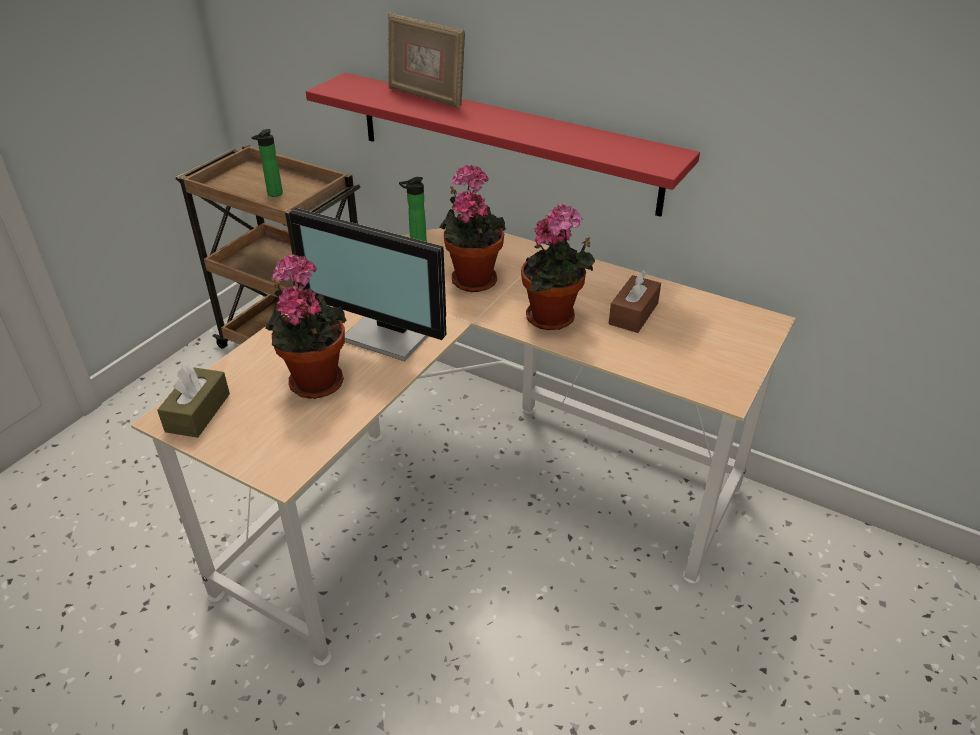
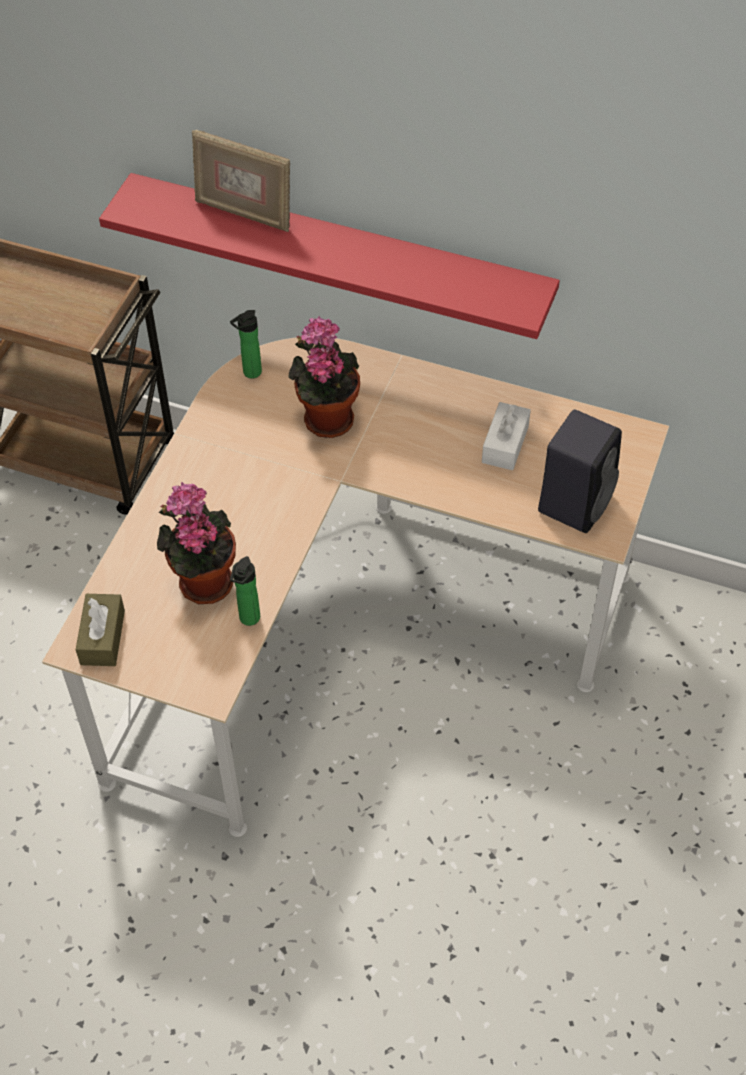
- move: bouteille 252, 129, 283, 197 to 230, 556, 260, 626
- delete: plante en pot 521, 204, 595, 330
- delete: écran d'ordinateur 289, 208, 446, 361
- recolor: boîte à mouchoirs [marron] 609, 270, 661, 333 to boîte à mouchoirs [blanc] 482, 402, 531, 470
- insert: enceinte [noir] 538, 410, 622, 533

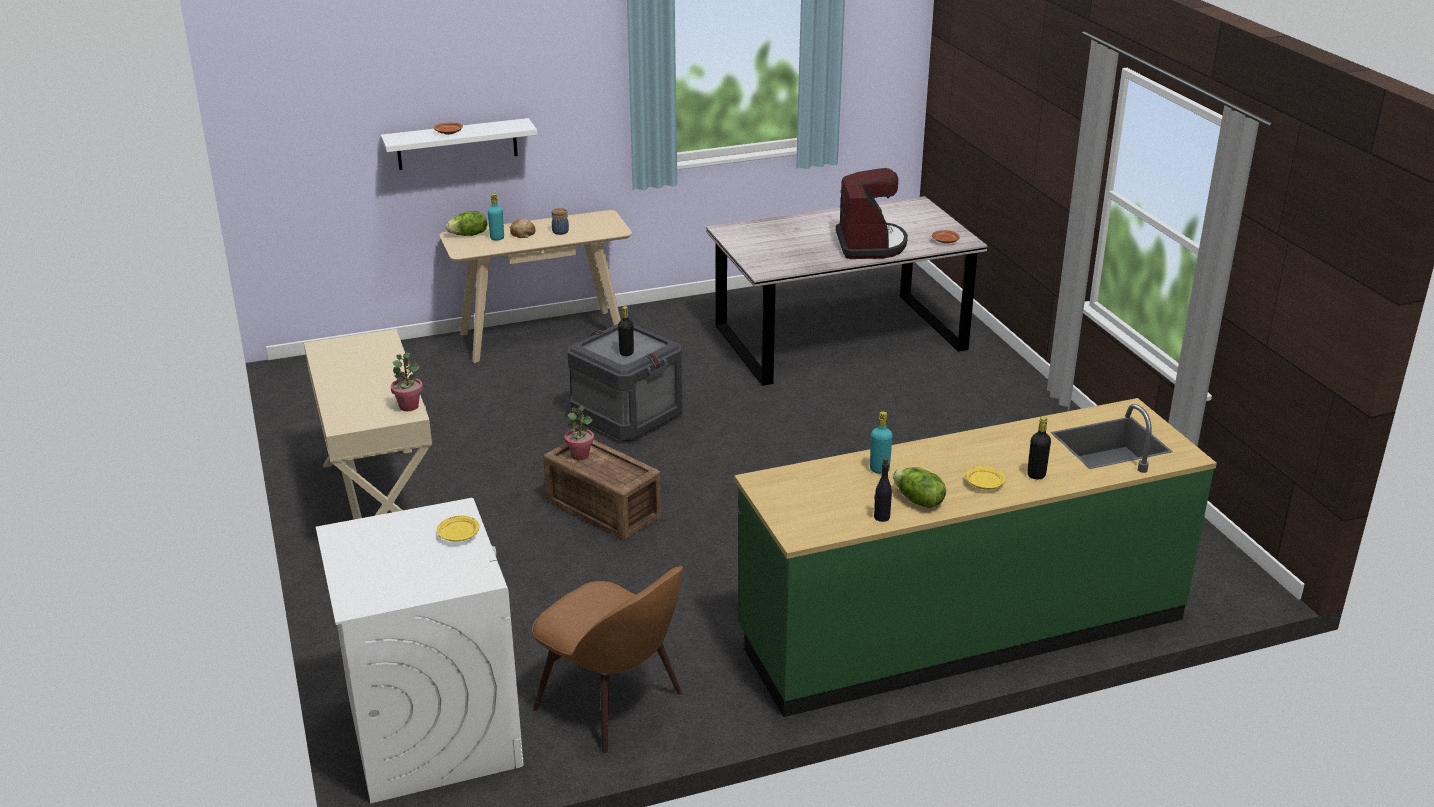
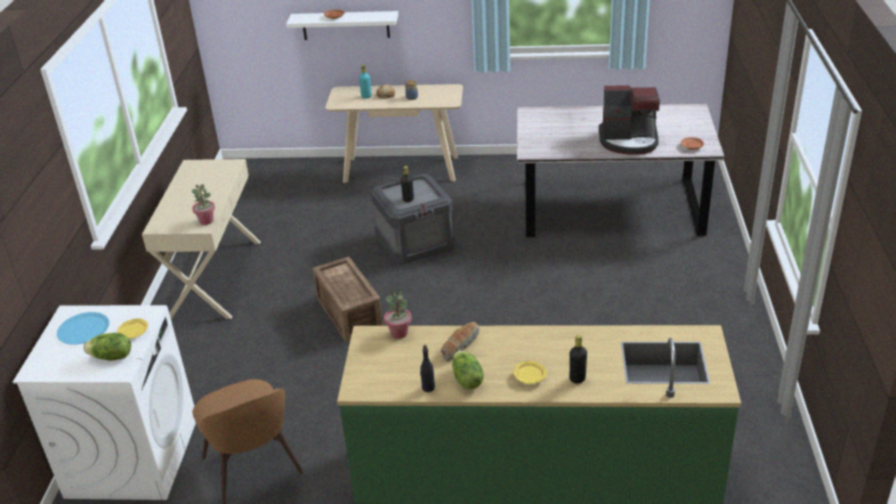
- rotate: machine à café 836, 168, 908, 259 = 599, 85, 660, 155 75 degrees clockwise
- move: laitue 446, 211, 487, 236 to 83, 333, 131, 361
- move: plante en pot 565, 406, 594, 460 to 384, 291, 412, 339
- replace: bouteille [turquoise] 870, 411, 893, 474 to pain 441, 322, 480, 362
- insert: assiette [bleu] 57, 312, 109, 345

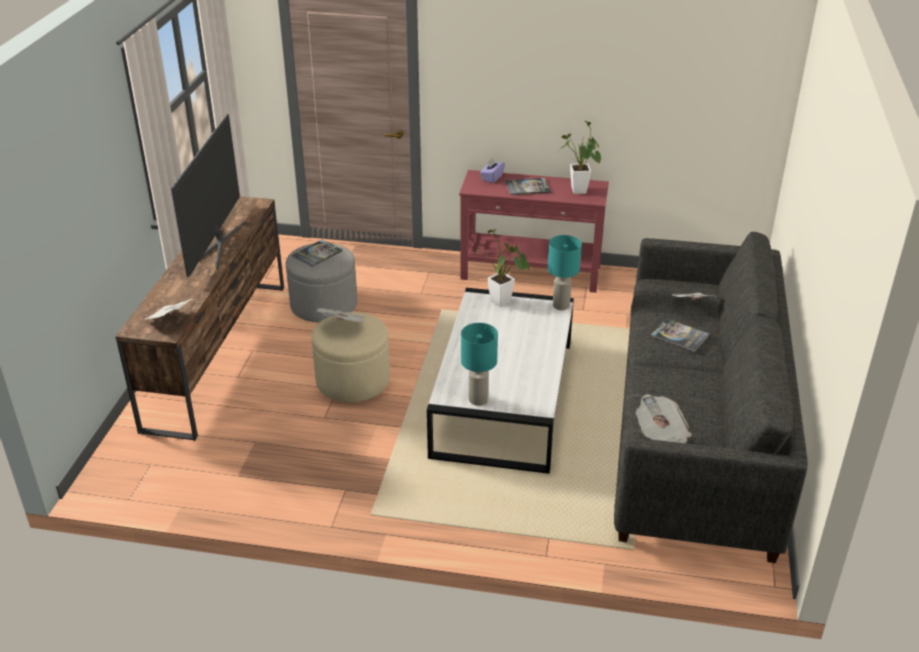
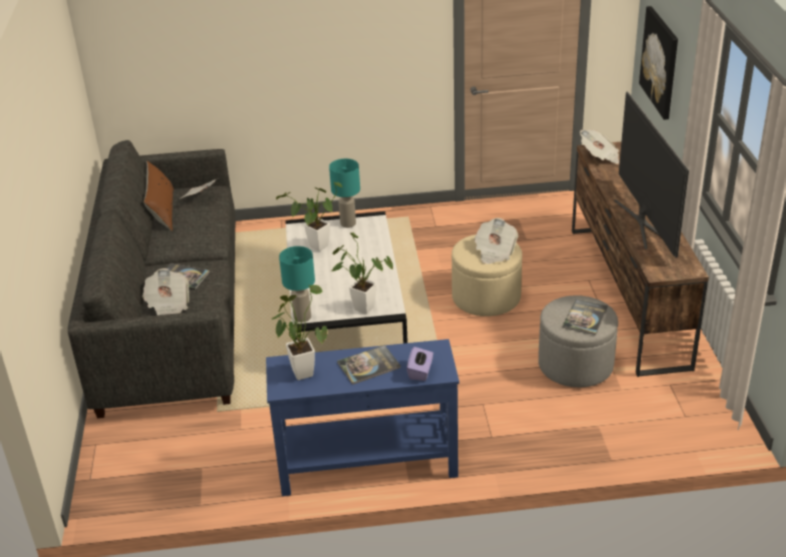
- recolor: table console [rouge] 459, 170, 609, 293 to table console [bleu] 266, 339, 459, 496
- insert: tableau 639, 6, 678, 120
- insert: coussin [marron] 144, 161, 174, 231
- insert: plante en pot 276, 182, 343, 251

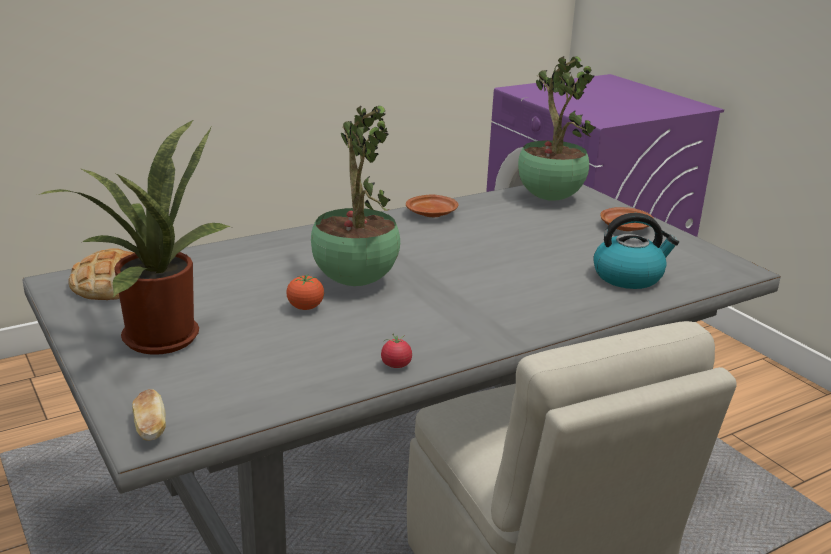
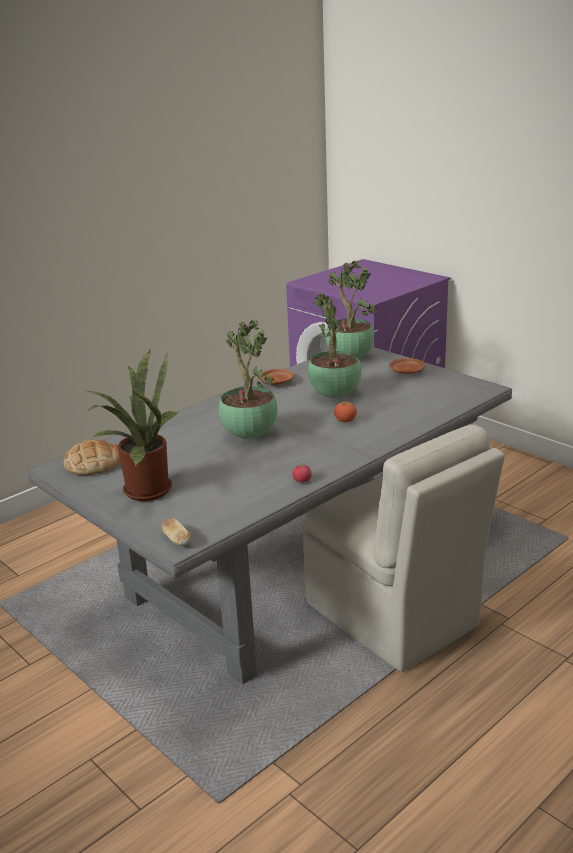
- delete: bouilloire 593, 213, 679, 289
- move: tomate 286, 274, 324, 310 to 334, 402, 357, 422
- insert: plante en pot 308, 292, 361, 398

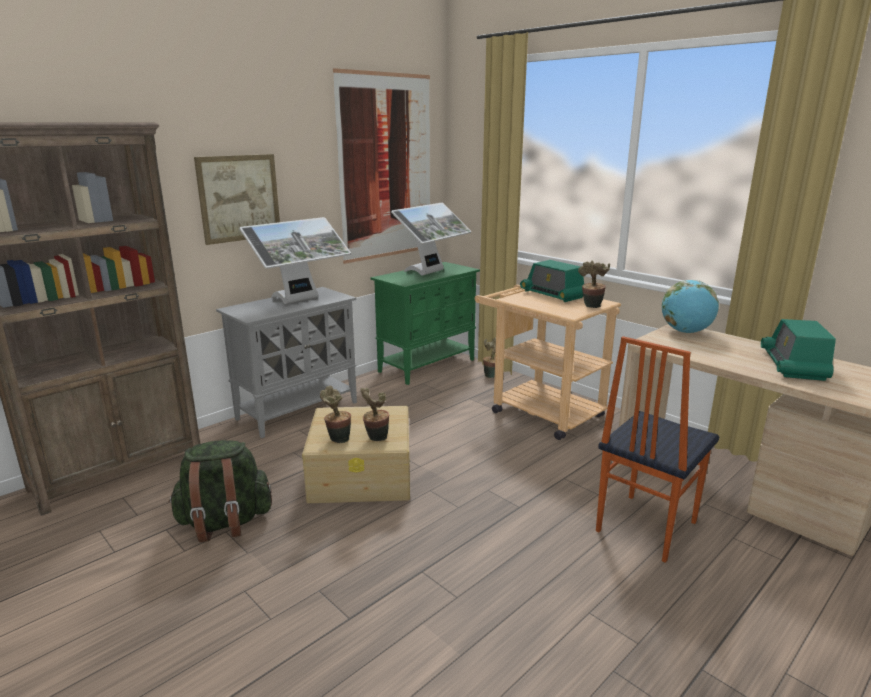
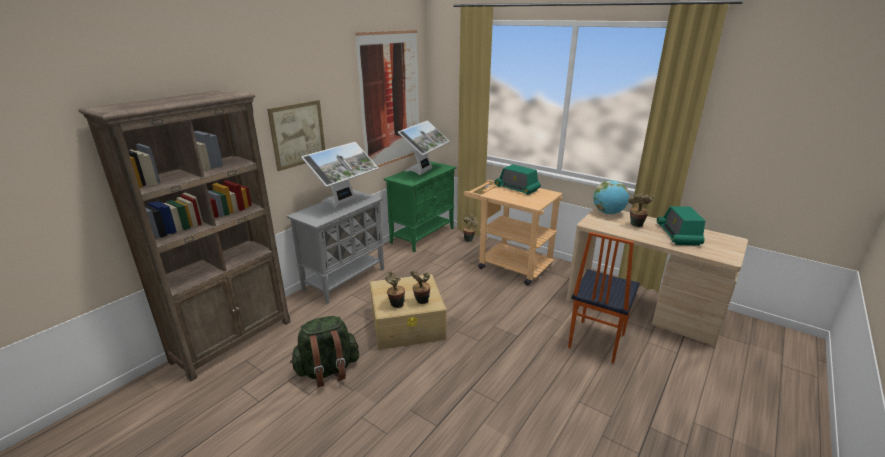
- move: plante en pot 578, 260, 610, 308 to 628, 194, 654, 227

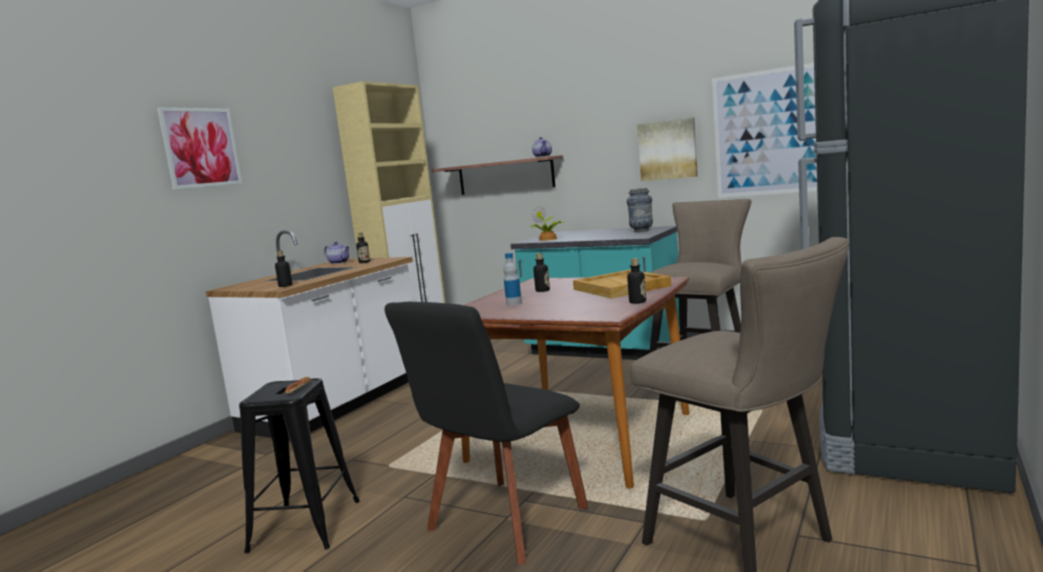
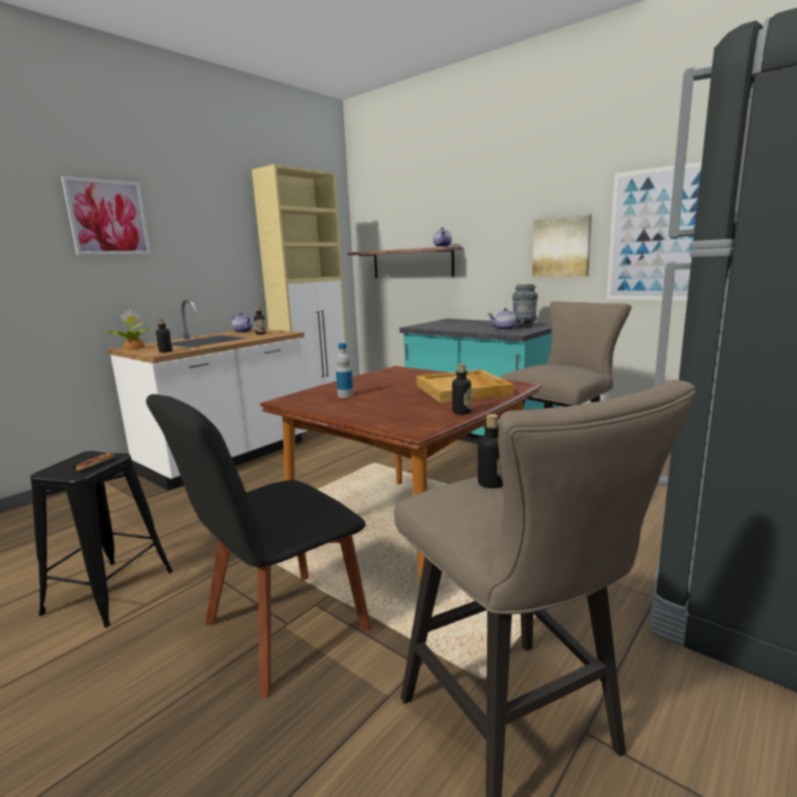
- move: plante en pot 530, 205, 565, 241 to 106, 309, 153, 350
- move: bouteille 533, 253, 550, 292 to 478, 414, 503, 488
- insert: théière 488, 308, 524, 330

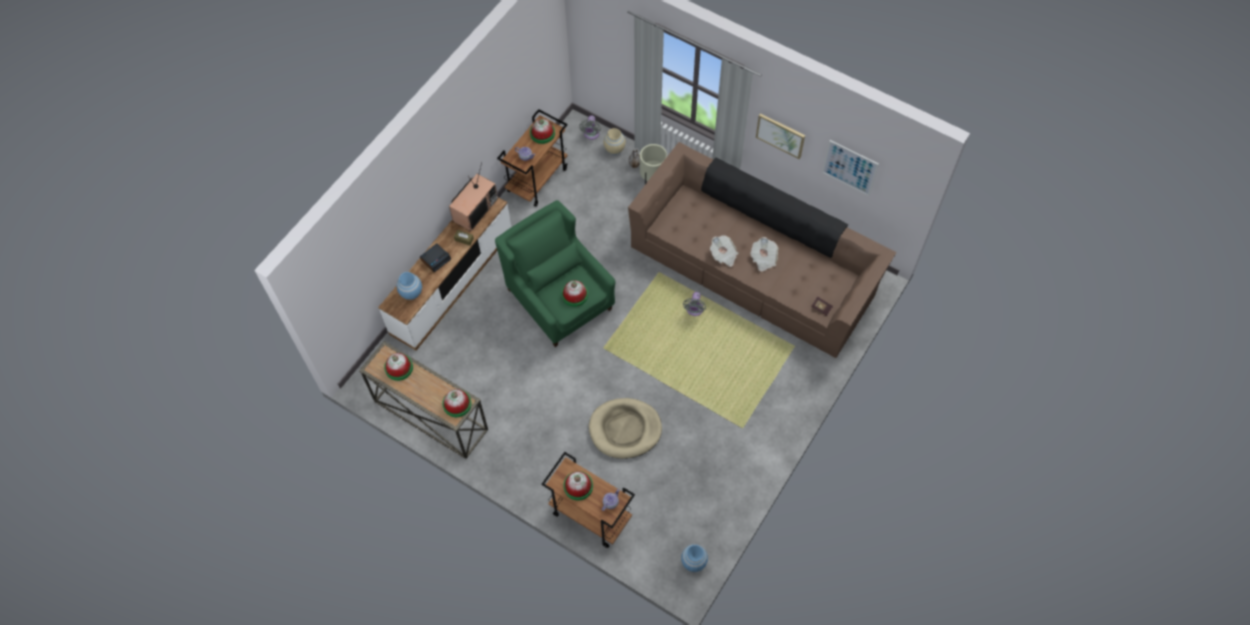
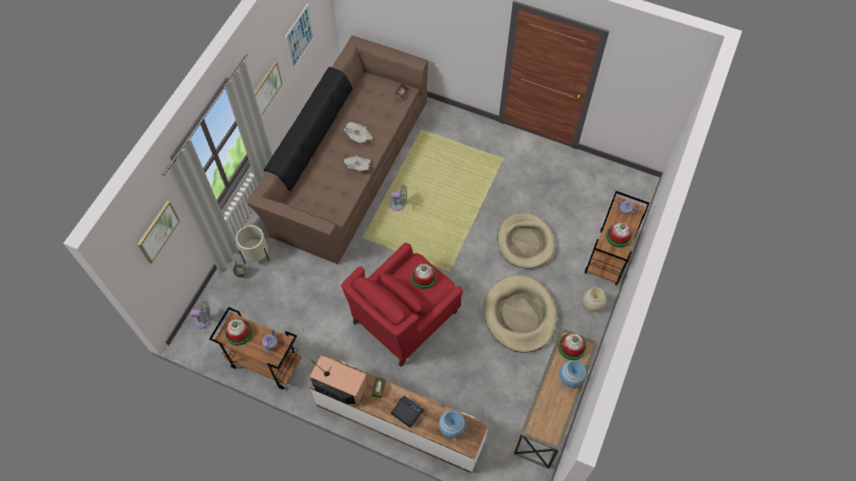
- move: vase [beige] 603, 128, 626, 155 to 583, 287, 606, 312
- recolor: fauteuil [vert] 495, 200, 616, 347 to fauteuil [rouge] 341, 243, 463, 367
- delete: chapeau 384, 353, 413, 381
- move: vase [bleu] 681, 544, 708, 572 to 559, 360, 587, 388
- insert: tableau 137, 200, 180, 264
- insert: panier pour chien [beige] 483, 275, 557, 353

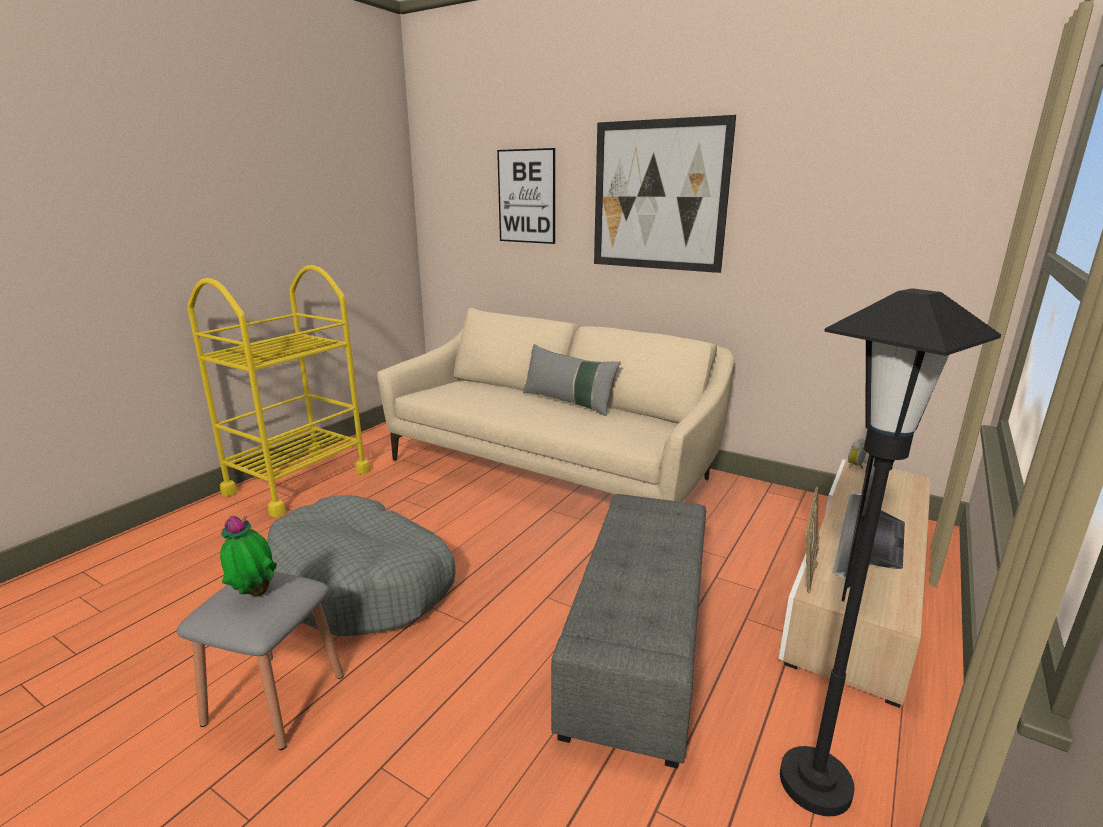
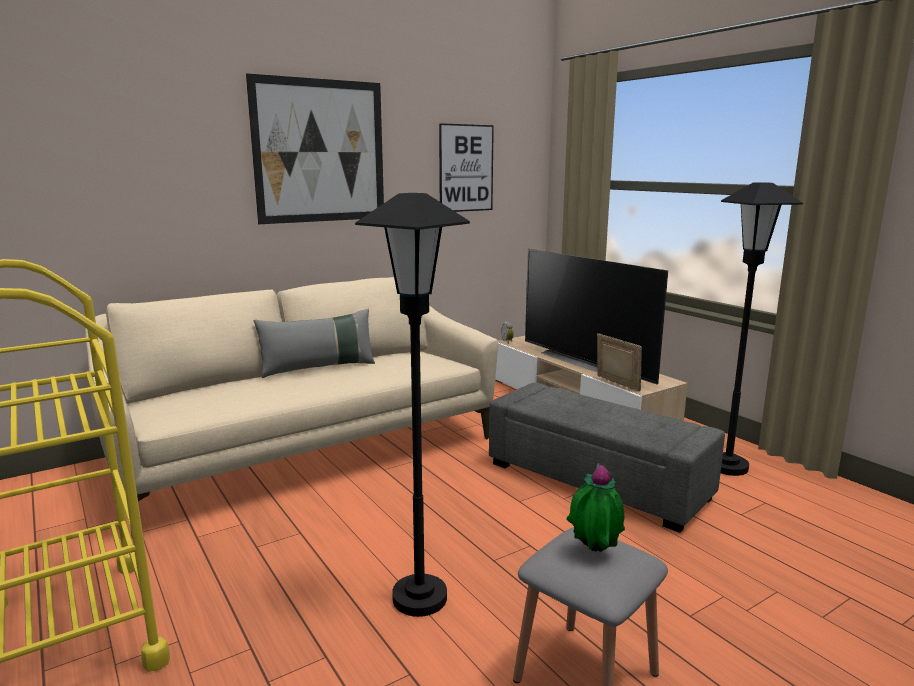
- move: tableau 497, 148, 555, 244 to 439, 123, 494, 212
- replace: panier pour chien [gris] 267, 496, 456, 637 to lampadaire [noir] 355, 193, 470, 617

